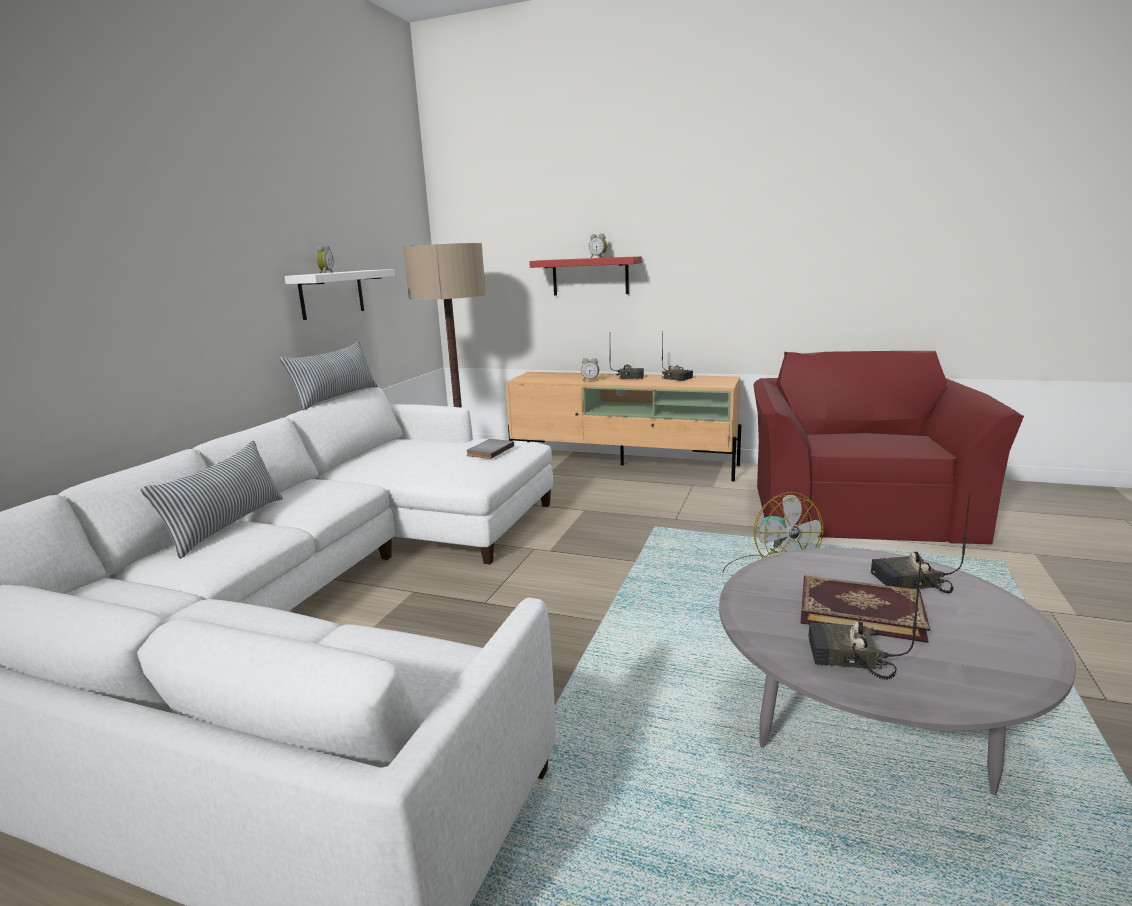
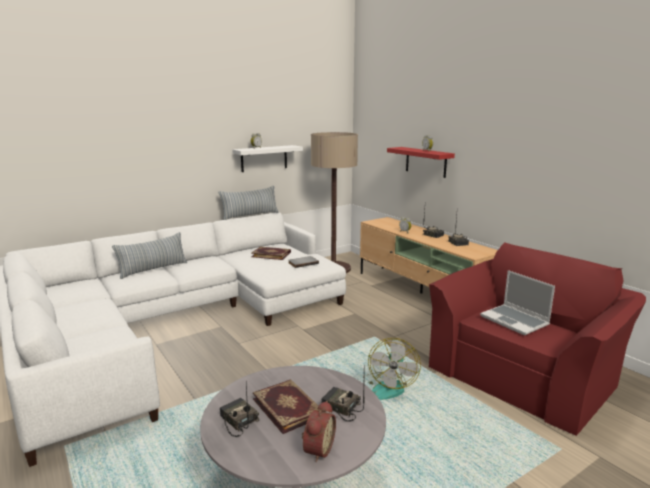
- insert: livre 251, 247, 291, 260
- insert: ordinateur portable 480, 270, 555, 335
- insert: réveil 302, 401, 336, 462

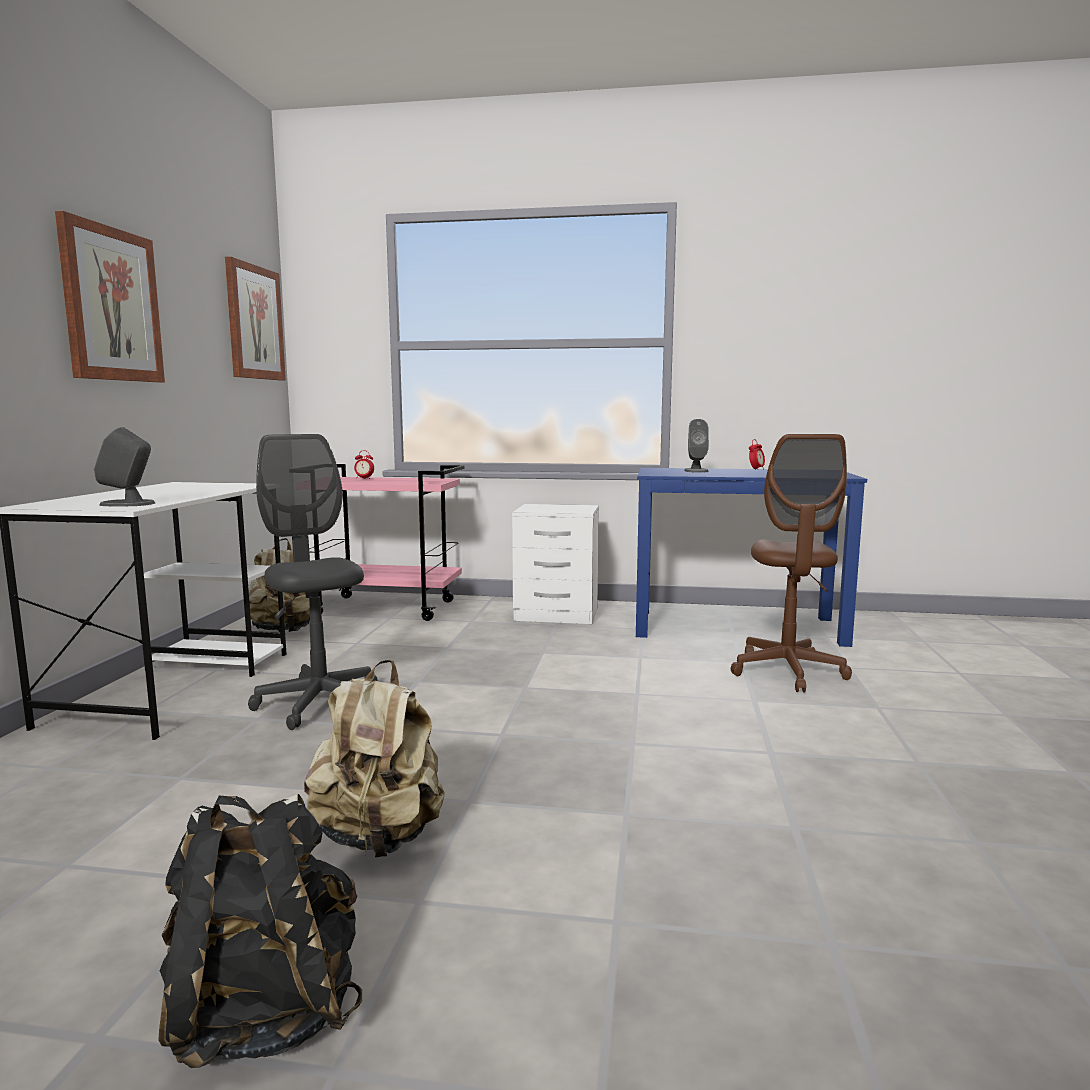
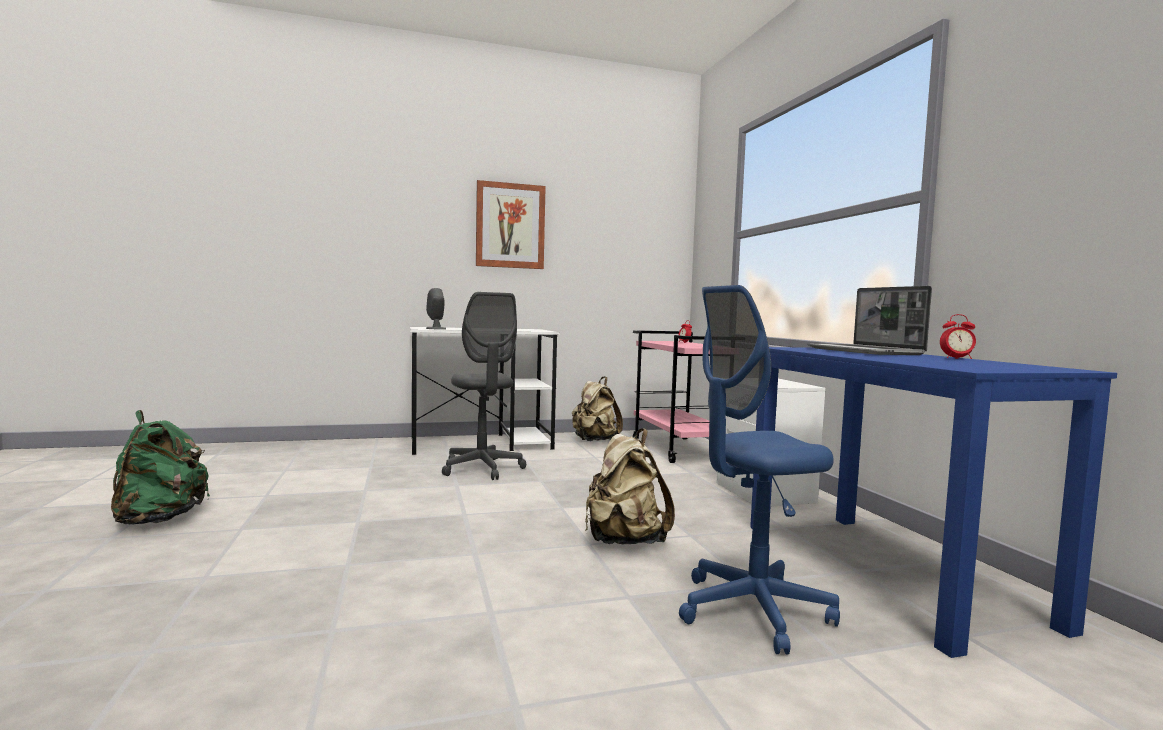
- delete: tableau 225, 257, 286, 380
- replace: enceinte [gris] 684, 419, 709, 473 to ordinateur portable 808, 286, 932, 355
- rotate: chaise de bureau [gris] 248, 434, 378, 730 = 442, 292, 526, 480 120 degrees clockwise
- recolor: chaise de bureau [marron] 731, 434, 852, 692 to chaise de bureau [bleu] 679, 285, 840, 654
- move: sac à dos [beige] 304, 659, 445, 858 to 585, 429, 675, 544
- recolor: sac à dos [noir] 158, 794, 362, 1068 to sac à dos [vert] 111, 410, 210, 525

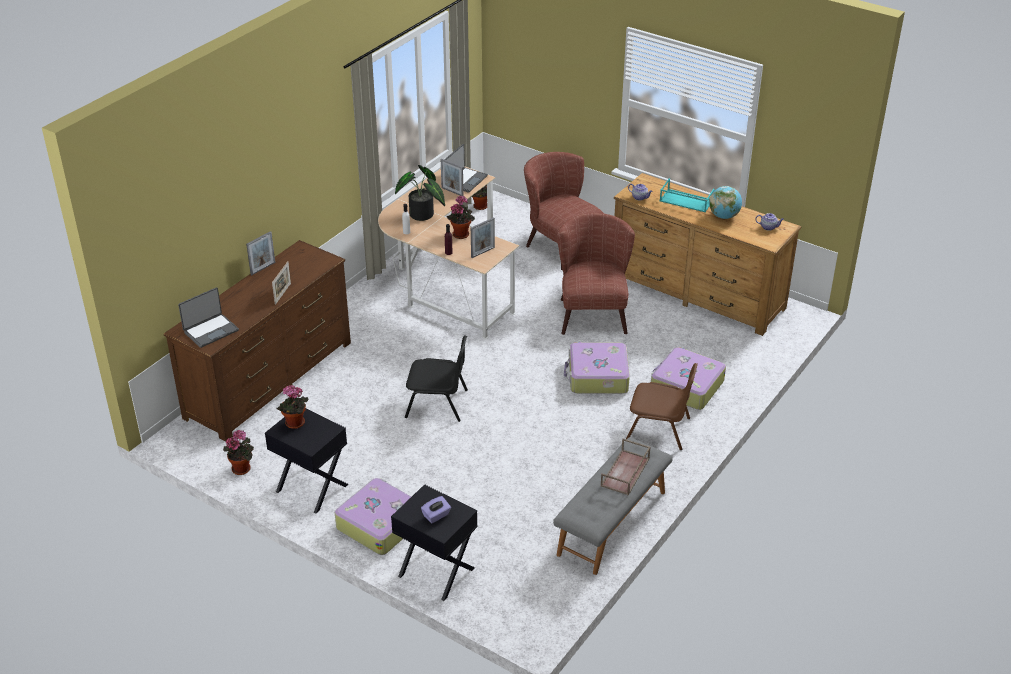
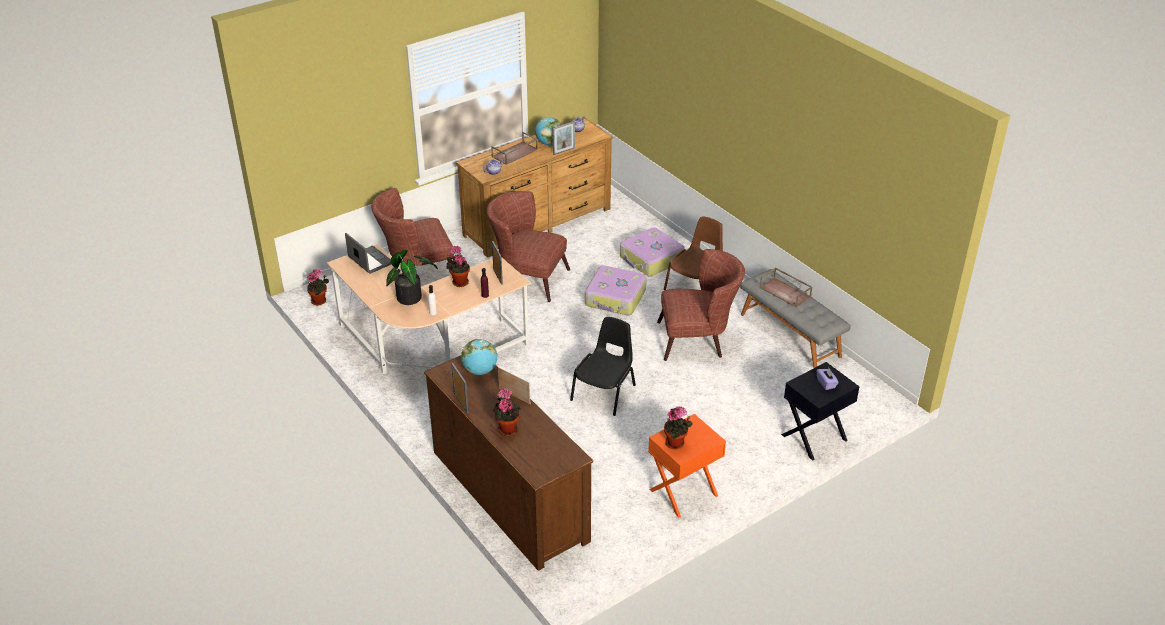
- move: cadre photo 441, 159, 464, 196 to 553, 121, 575, 155
- recolor: plateau [turquoise] 659, 178, 715, 213 to plateau [marron] 491, 132, 538, 165
- delete: ordinateur portable 178, 287, 239, 348
- recolor: table de chevet [noir] 265, 409, 348, 513 to table de chevet [orange] 648, 414, 726, 518
- move: plante en pot 223, 429, 254, 475 to 493, 388, 521, 436
- delete: valise 335, 478, 411, 555
- insert: fauteuil [marron] 657, 249, 745, 361
- insert: globe 461, 339, 497, 375

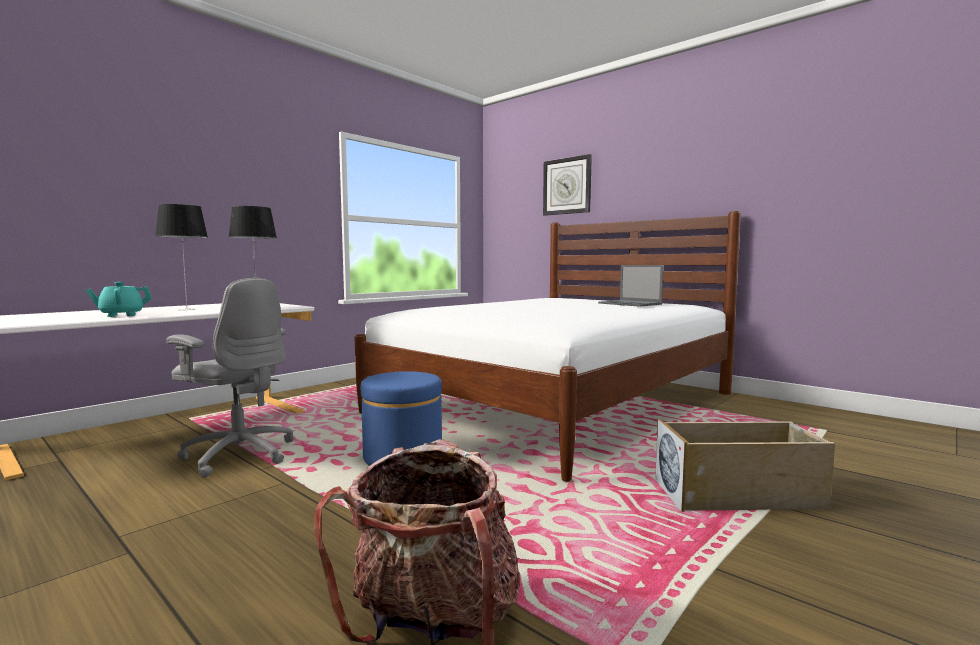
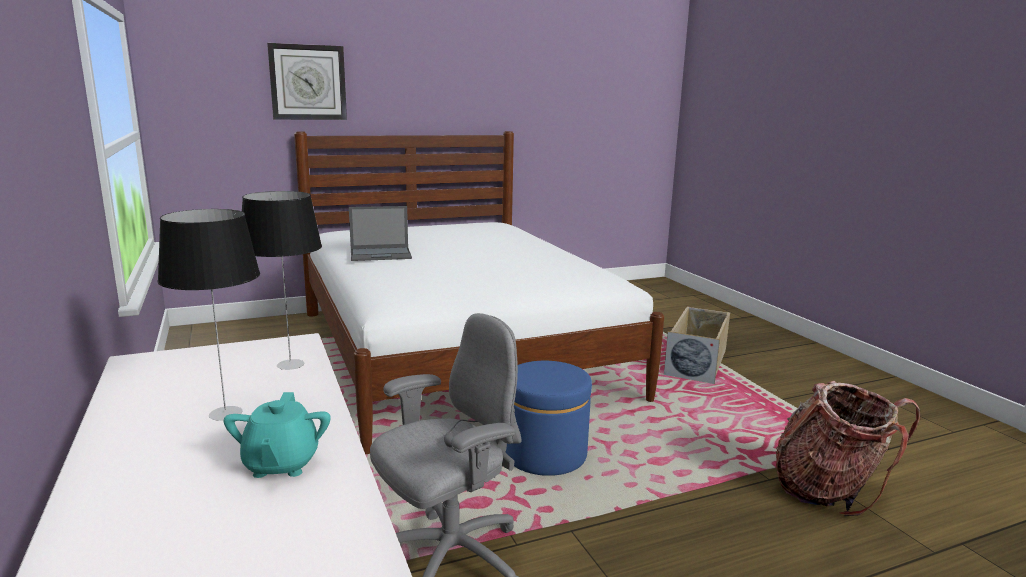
- move: ordinateur portable 598, 265, 664, 307 to 349, 206, 412, 261

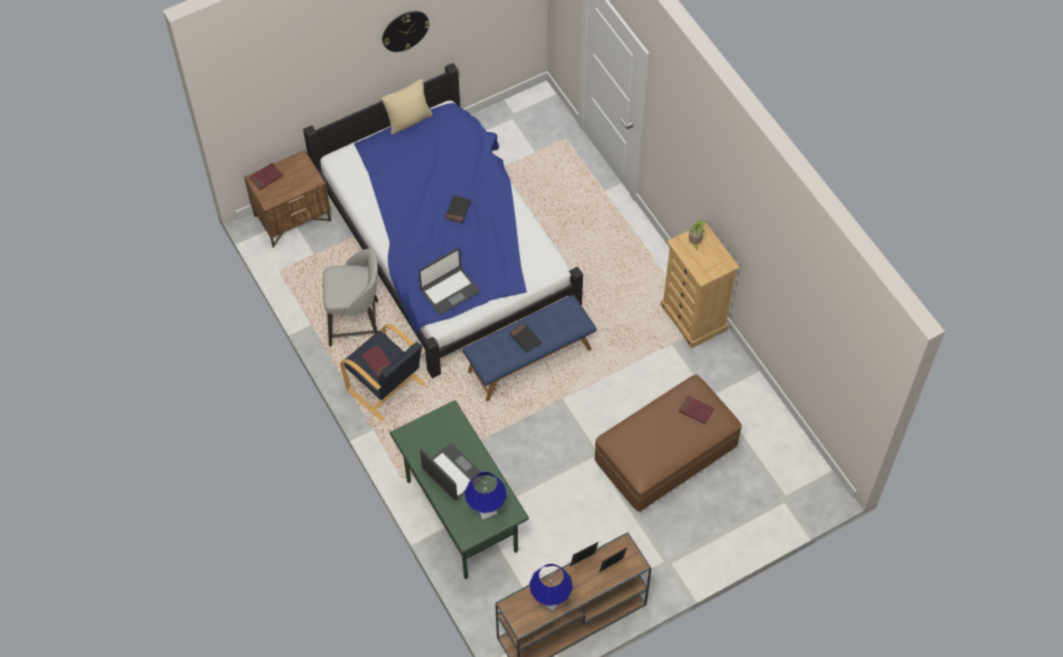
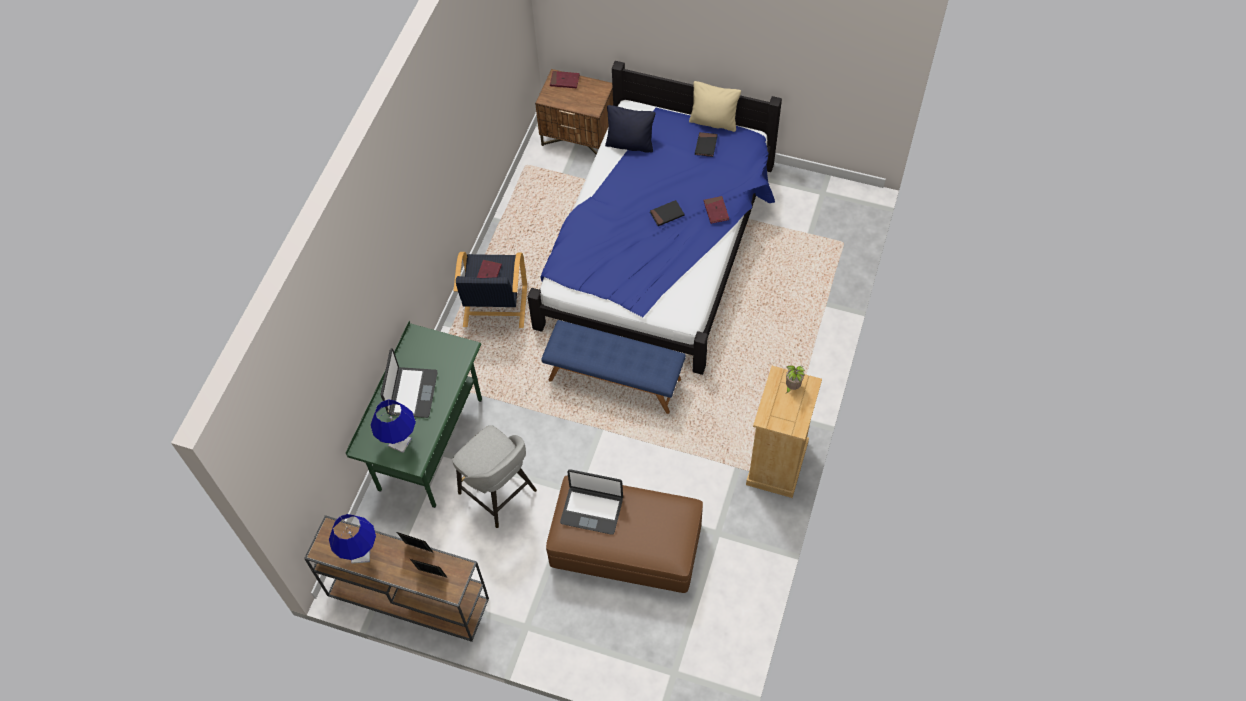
- delete: horloge murale 382, 11, 430, 52
- move: ordinateur portable 418, 248, 480, 315 to 560, 469, 623, 535
- move: tabouret [gris] 323, 249, 379, 347 to 452, 425, 537, 528
- move: livre [noir] 509, 322, 541, 353 to 695, 132, 718, 157
- move: livre [rouge] 679, 396, 714, 424 to 704, 196, 729, 224
- insert: coussin [noir] 605, 105, 655, 153

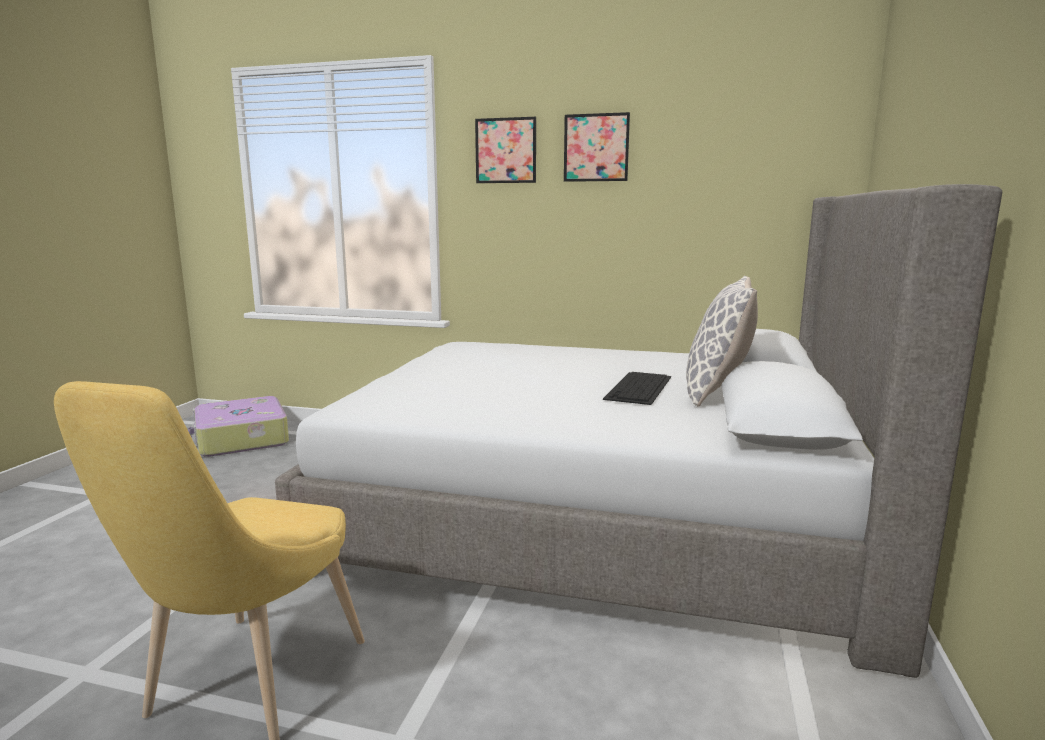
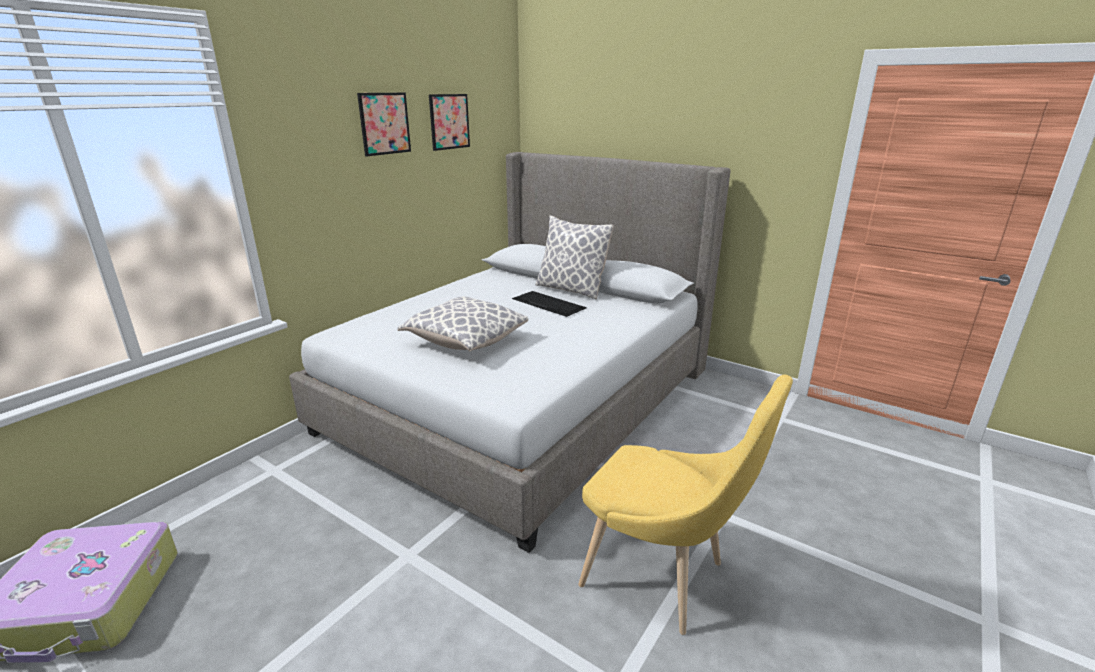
- move: tableau 475, 117, 536, 183 to 429, 94, 470, 151
- insert: coussin 398, 297, 528, 351

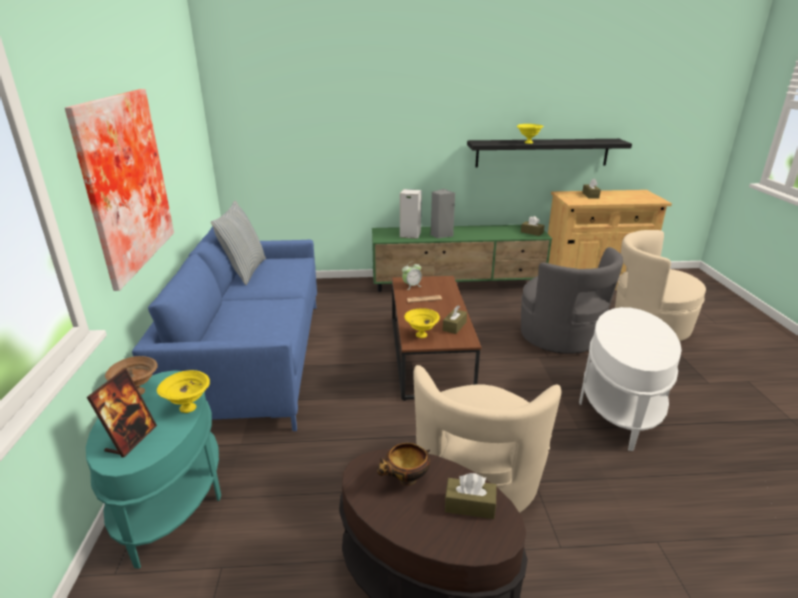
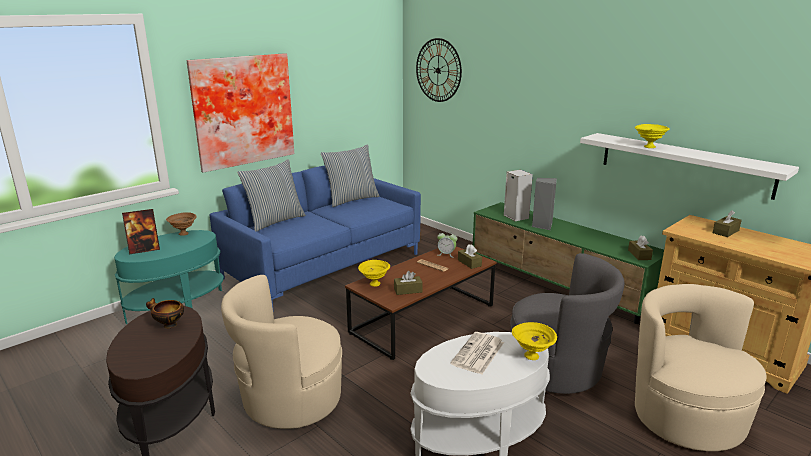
- recolor: étagère [noir] 467, 139, 632, 168 to étagère [blanc] 580, 133, 799, 200
- rotate: fauteuil [gris] 521, 247, 623, 354 = 510, 253, 624, 394 90 degrees counterclockwise
- move: bol [jaune] 157, 370, 210, 413 to 512, 322, 557, 360
- move: boîte à mouchoirs [marron] 445, 473, 496, 519 to 458, 244, 482, 269
- insert: horloge murale 416, 38, 462, 102
- insert: coussin 237, 159, 306, 232
- insert: journal 450, 332, 504, 374

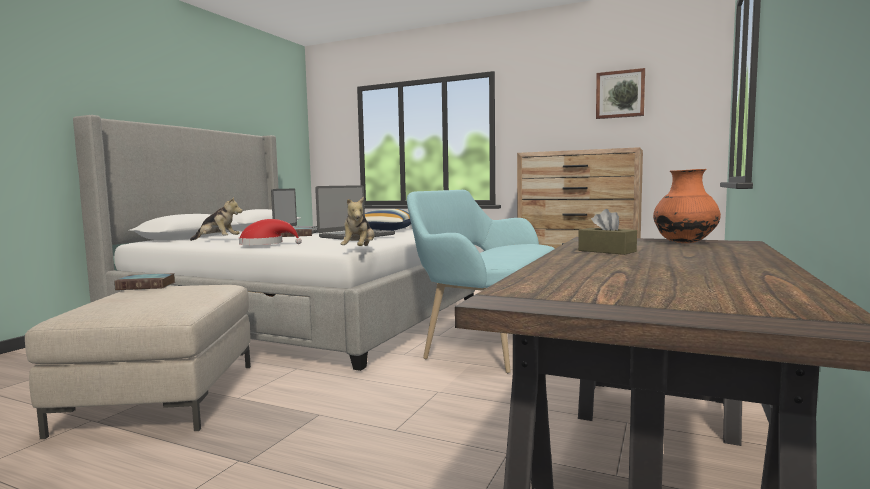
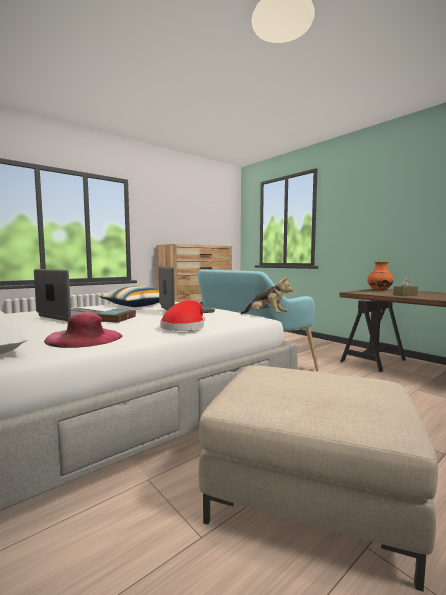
- delete: tableau 596, 68, 645, 119
- replace: peluche 190, 197, 243, 241 to chapeau [rose] 44, 312, 123, 348
- delete: livre 114, 273, 175, 290

